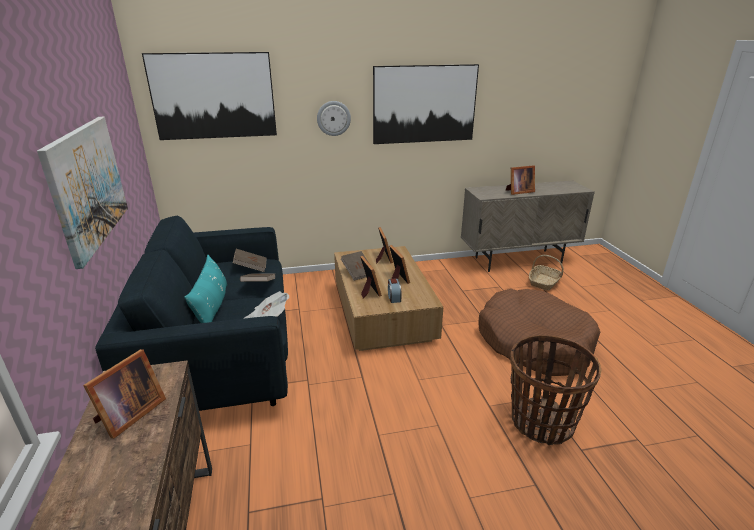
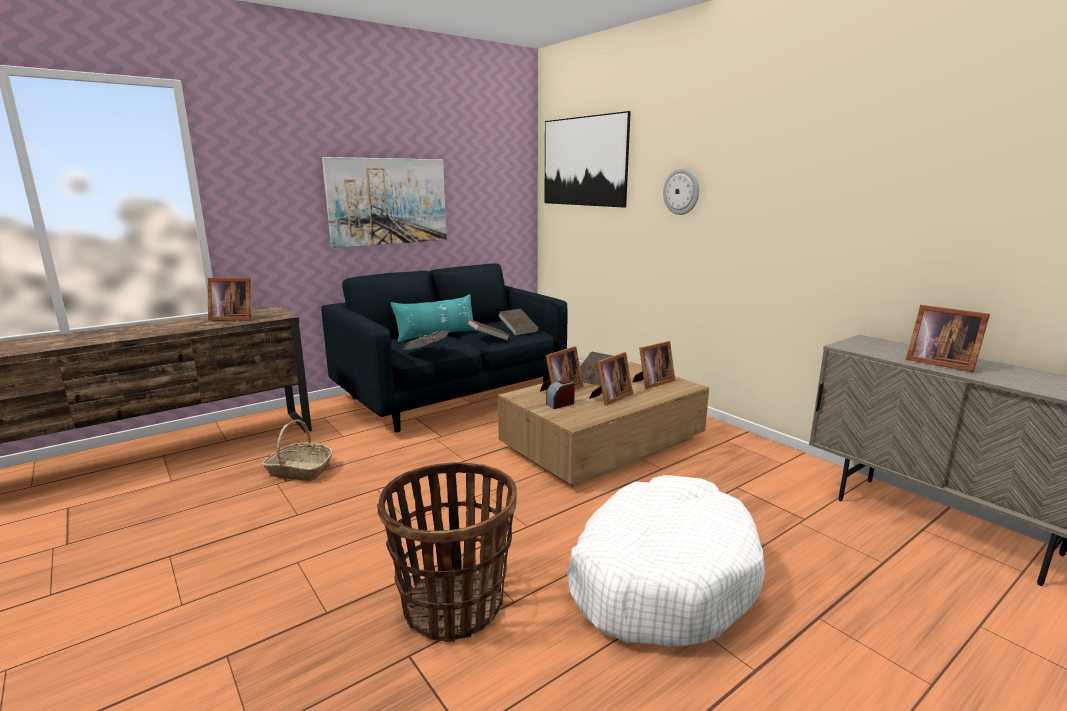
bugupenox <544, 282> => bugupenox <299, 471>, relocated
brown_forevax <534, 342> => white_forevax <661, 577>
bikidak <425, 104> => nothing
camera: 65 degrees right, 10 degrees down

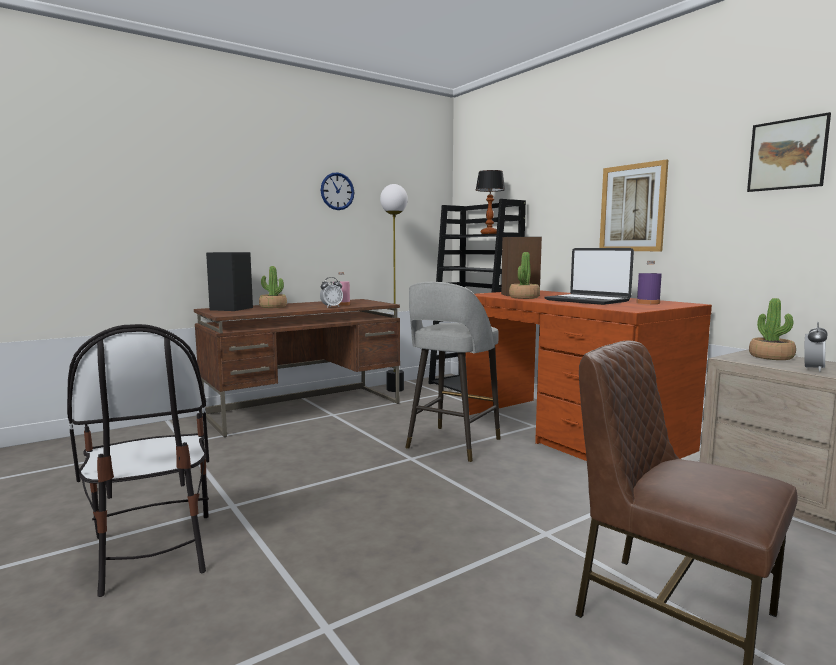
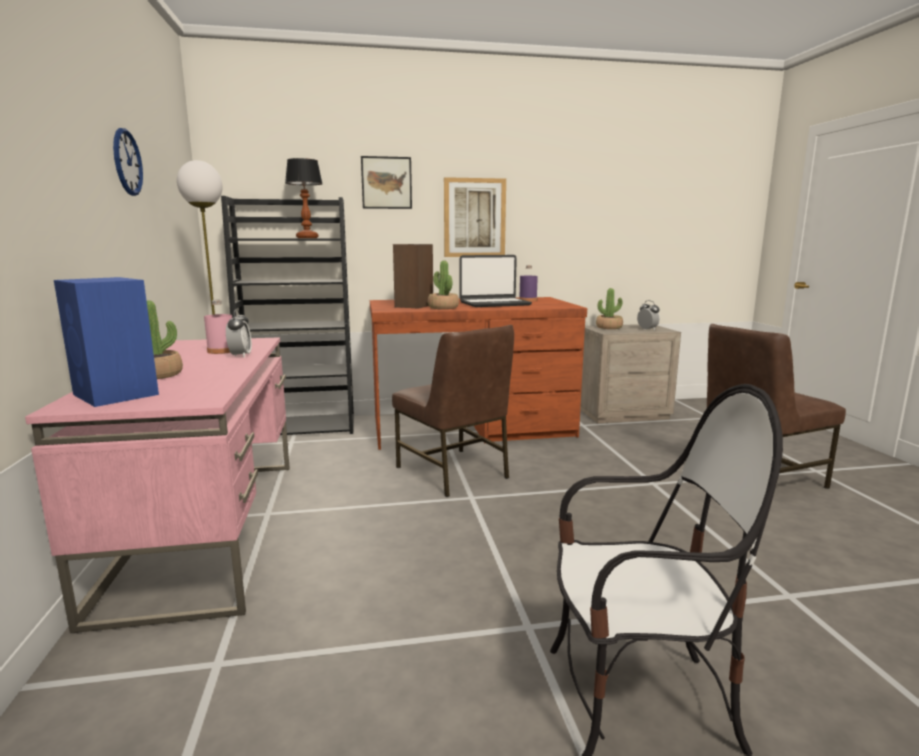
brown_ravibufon <305, 409> => pink_ravibufon <209, 529>
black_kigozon <231, 309> => blue_kigozon <116, 395>
bikidak <787, 154> => bikidak <386, 183>, relocated
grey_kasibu <452, 444> => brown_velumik <453, 472>
camera: 65 degrees left, 5 degrees up

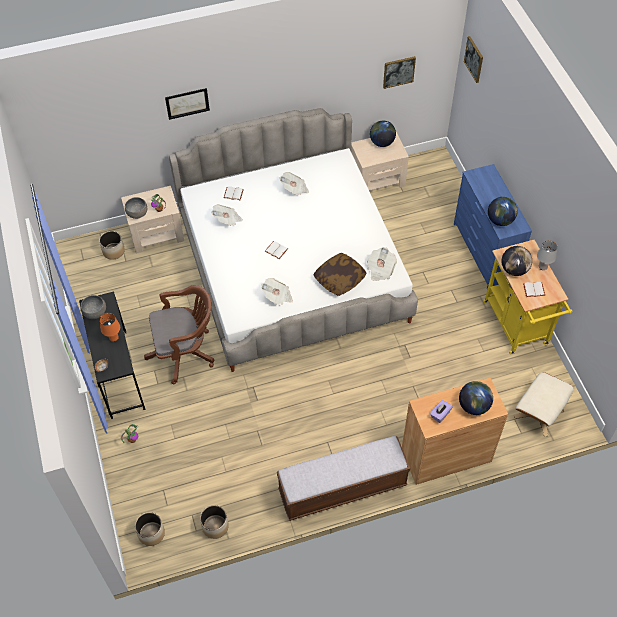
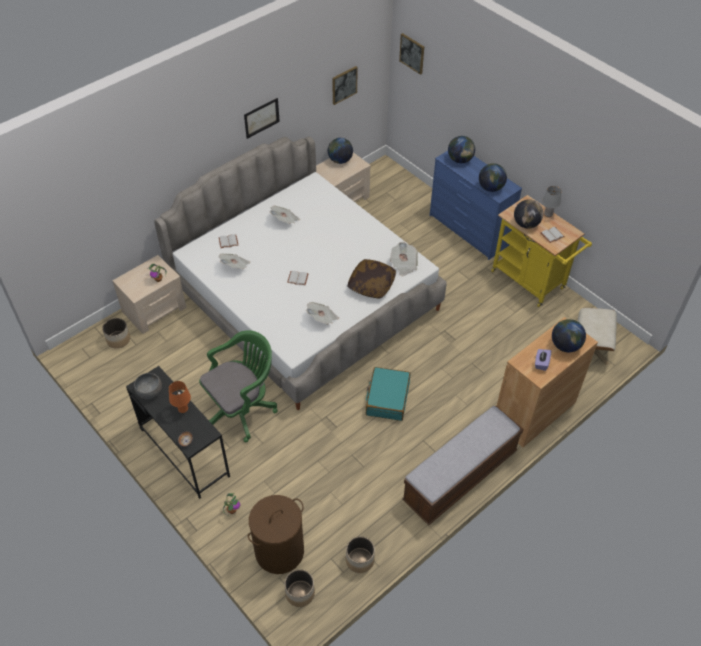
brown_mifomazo <185, 352> => green_mifomazo <242, 408>
bikidak <187, 103> => bikidak <261, 118>, relocated
nothing => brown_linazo <279, 551>
nothing => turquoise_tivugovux <387, 398>
nothing => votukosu <460, 160>
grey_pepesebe <137, 213> => nothing
camera: 25 degrees left, 5 degrees down

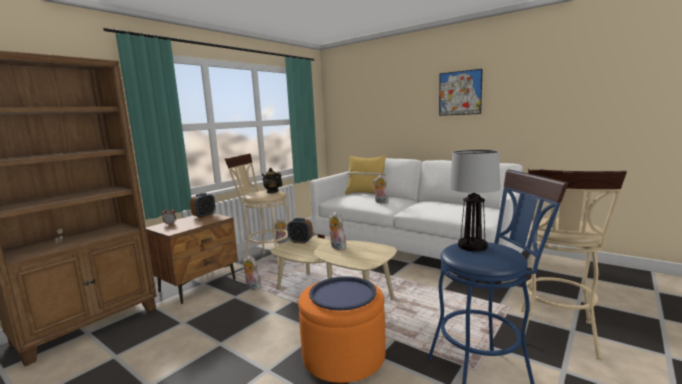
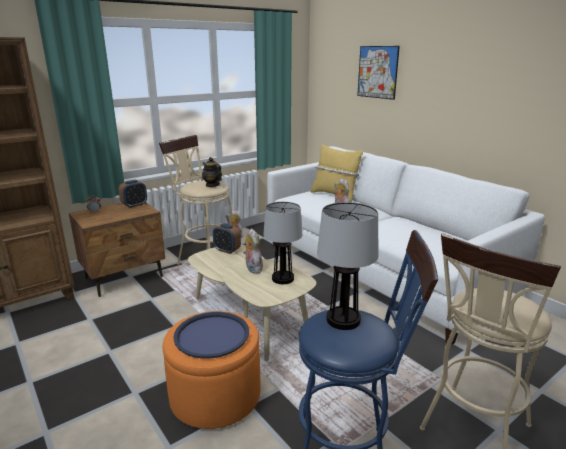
nothing => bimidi <282, 278>
bikidak <460, 93> => bikidak <377, 72>, relocated
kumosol <252, 287> => nothing
camera: 15 degrees right, 10 degrees up

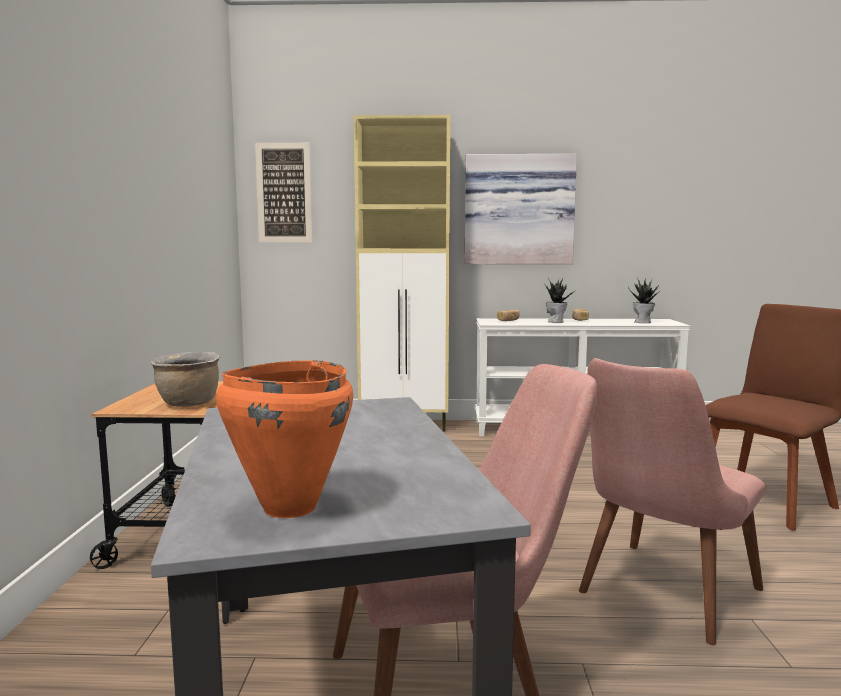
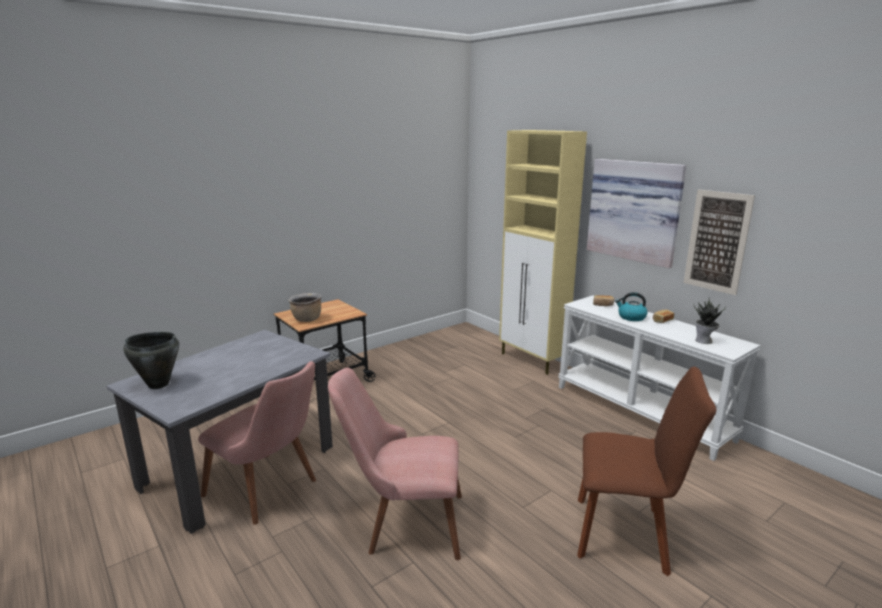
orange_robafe <288, 507> => black_robafe <158, 384>
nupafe <556, 321> => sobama <631, 317>
bikidak <284, 193> => bikidak <717, 241>, relocated
camera: 50 degrees right, 10 degrees up

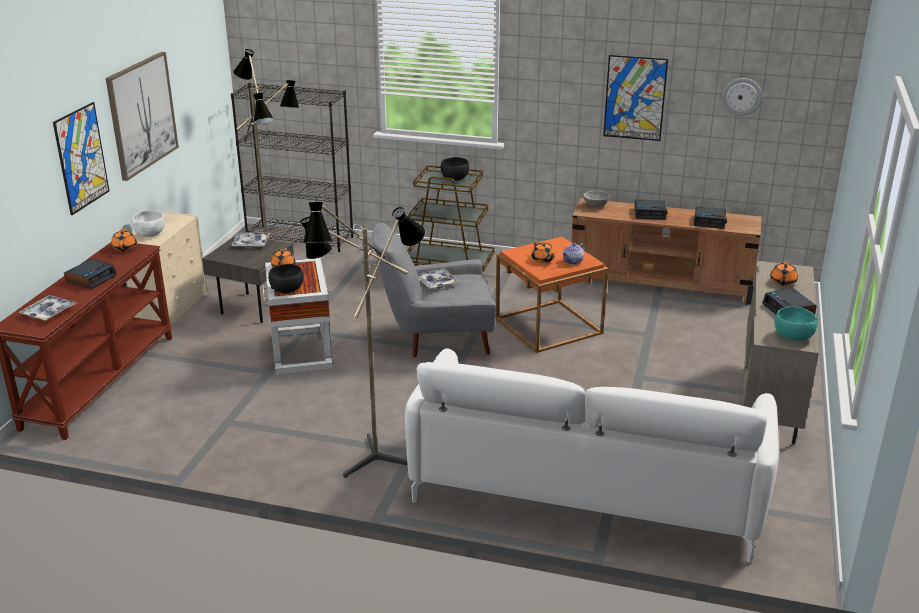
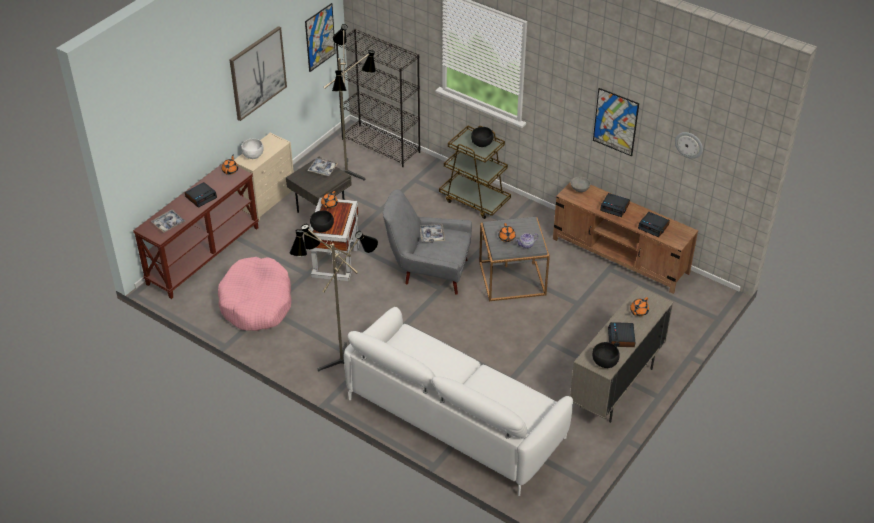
nothing => pink_forevax <256, 303>
bikidak <81, 158> => bikidak <320, 37>, relocated
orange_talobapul <548, 326> => grey_talobapul <512, 278>
turquoise_pepesebe <793, 336> => black_pepesebe <605, 362>
camera: 20 degrees right, 15 degrees up

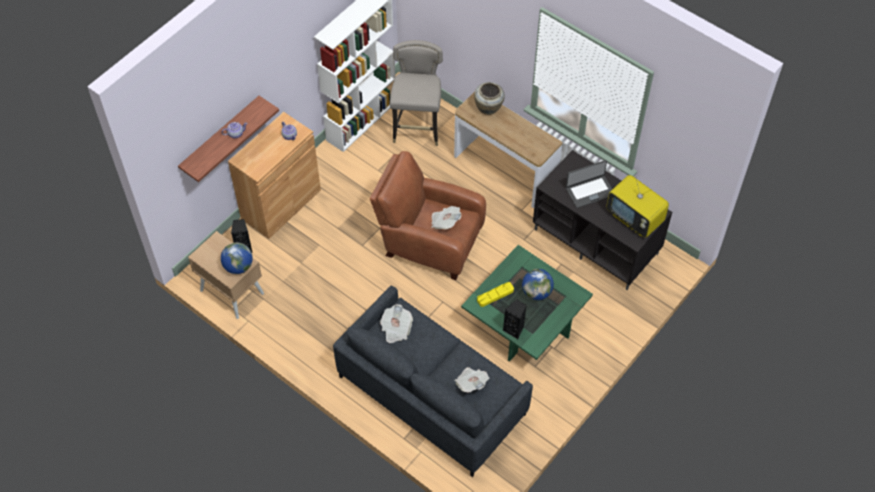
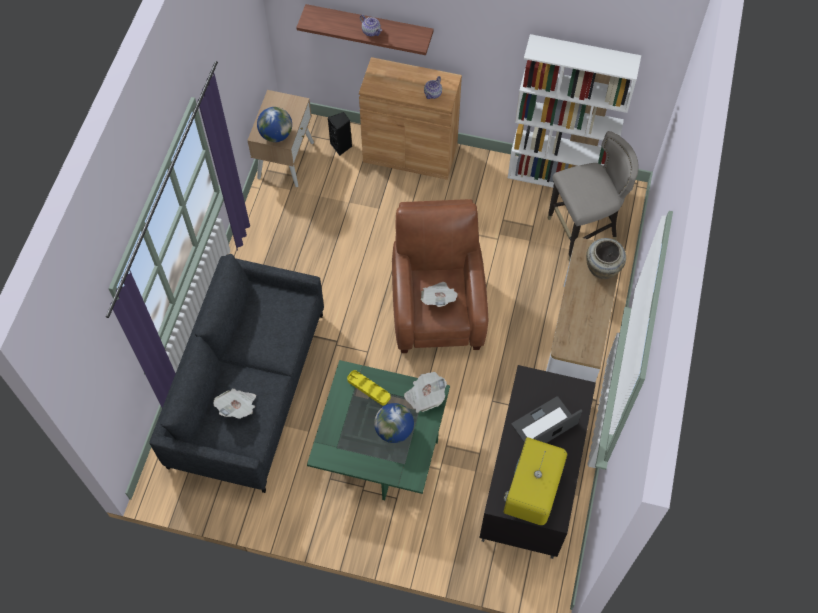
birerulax <396, 329> => birerulax <425, 396>, relocated
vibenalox <589, 191> => vibenalox <545, 425>, 105 degrees clockwise
black_kigozon <514, 329> => nothing
camera: 65 degrees right, 5 degrees up

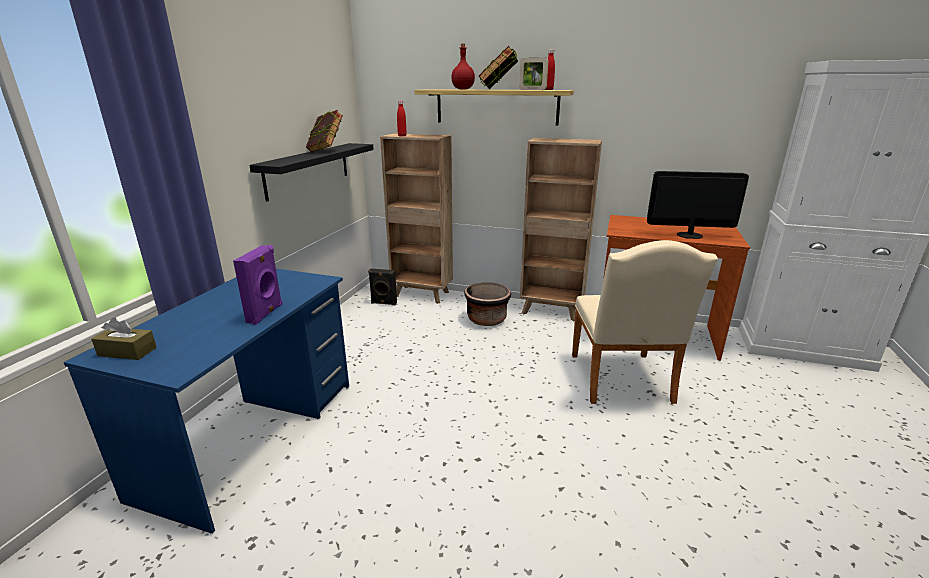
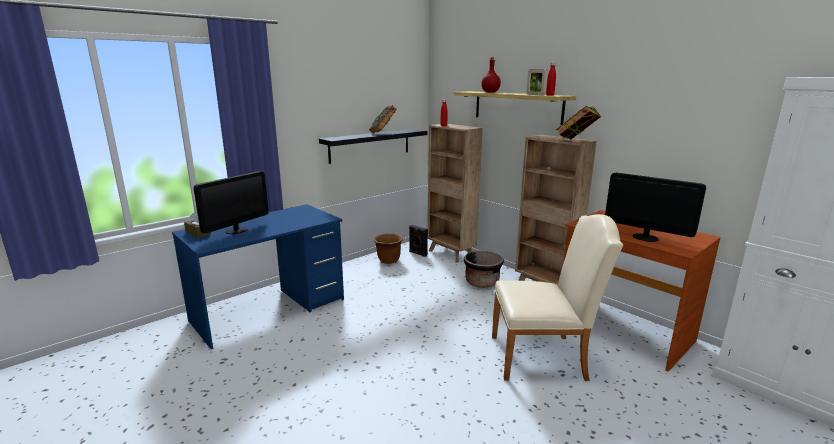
nothing => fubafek <236, 230>
nothing => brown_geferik <388, 260>
beige_velumik <622, 382> => beige_velumik <544, 357>, 120 degrees counterclockwise
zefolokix <498, 89> => zefolokix <576, 141>, relocated
purple_kigozon <266, 313> => nothing
camera: 30 degrees right, 5 degrees down

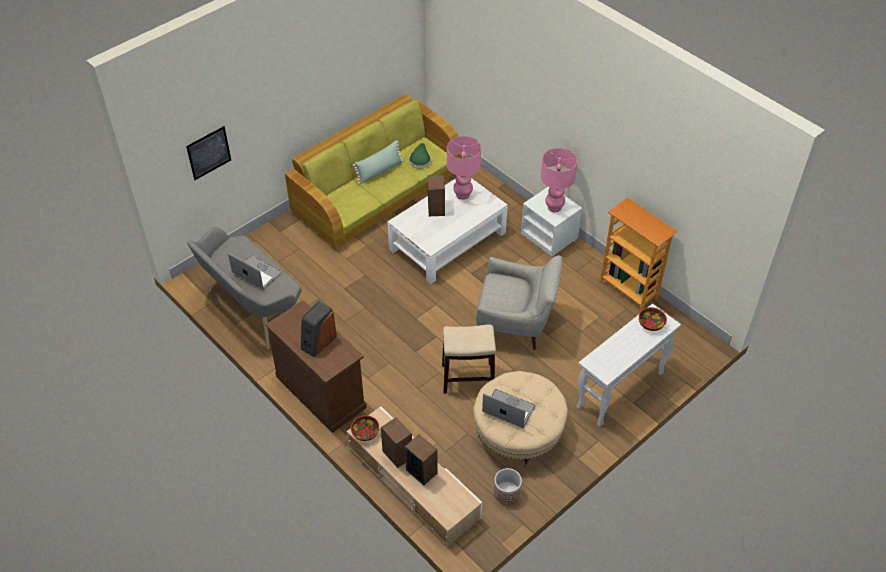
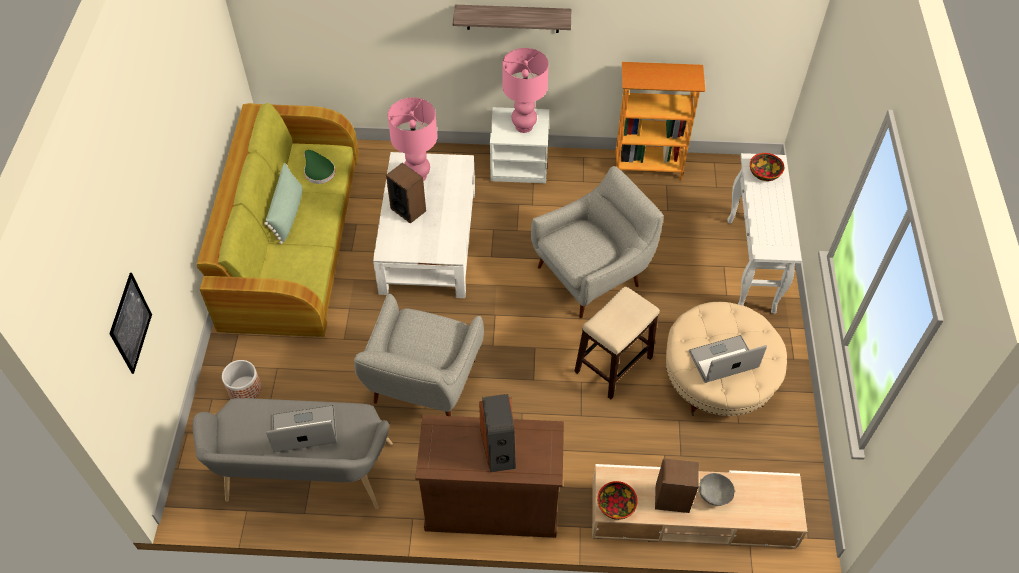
geferik <507, 492> => geferik <245, 389>, relocated
nothing => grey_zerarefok <422, 386>
nothing => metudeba <513, 18>
kigozon <421, 471> => grey_pepesebe <714, 494>
camera: 45 degrees left, 5 degrees up

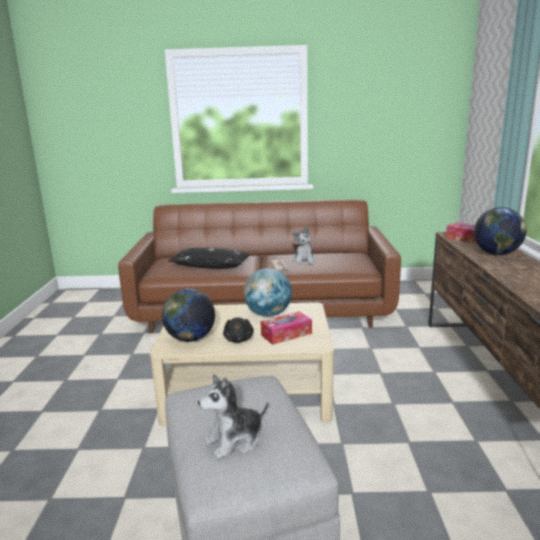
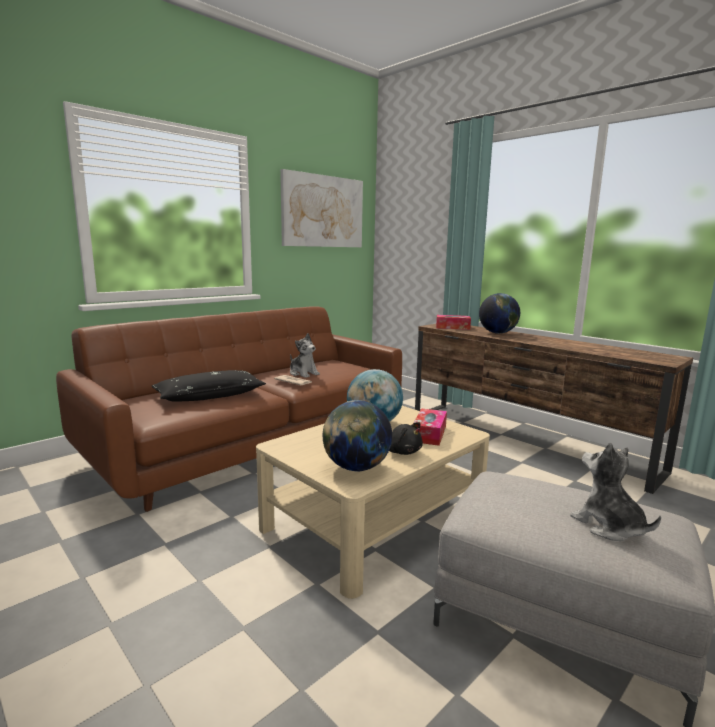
nothing => bikidak <323, 211>
kumosol <234, 440> => kumosol <608, 526>, 135 degrees clockwise
camera: 45 degrees left, 5 degrees down

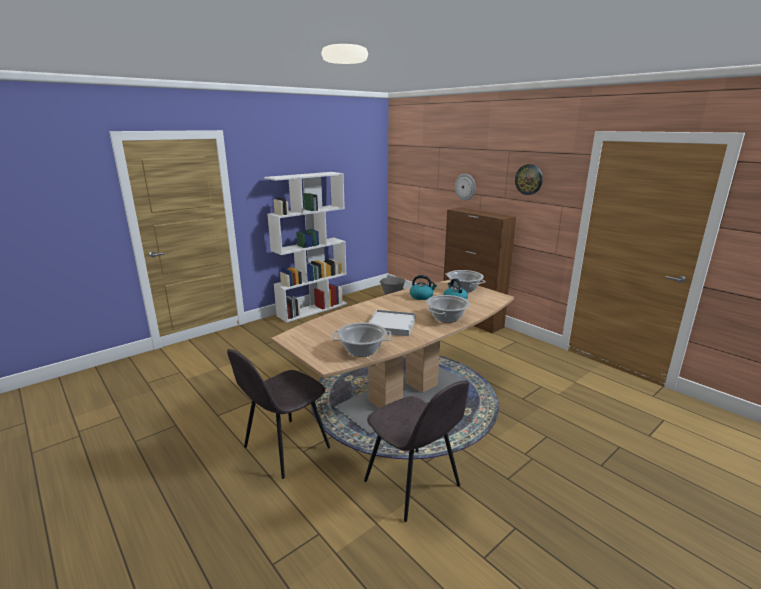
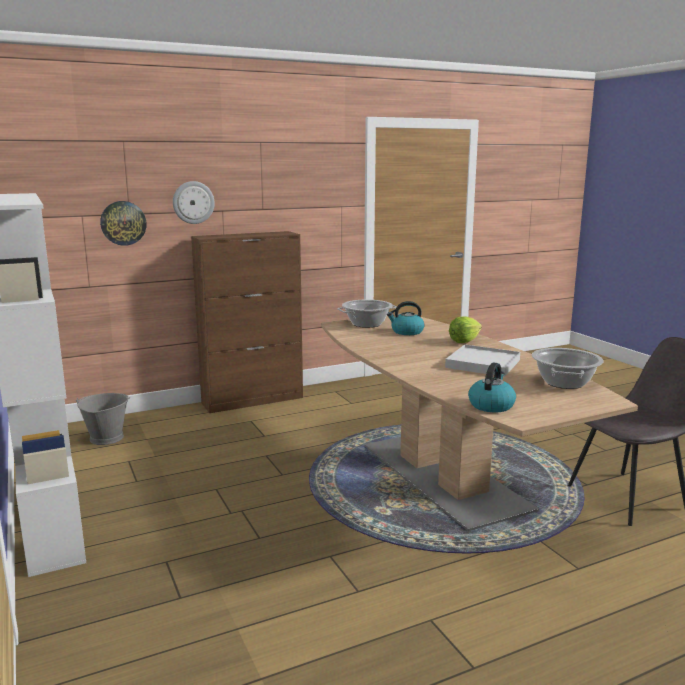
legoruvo <529, 179> => legoruvo <123, 223>, relocated
robafe <446, 318> => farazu <464, 341>
sobama <421, 296> => sobama <491, 405>, relocated
grey_velumik <284, 448> => nothing
camera: 75 degrees left, 5 degrees down

